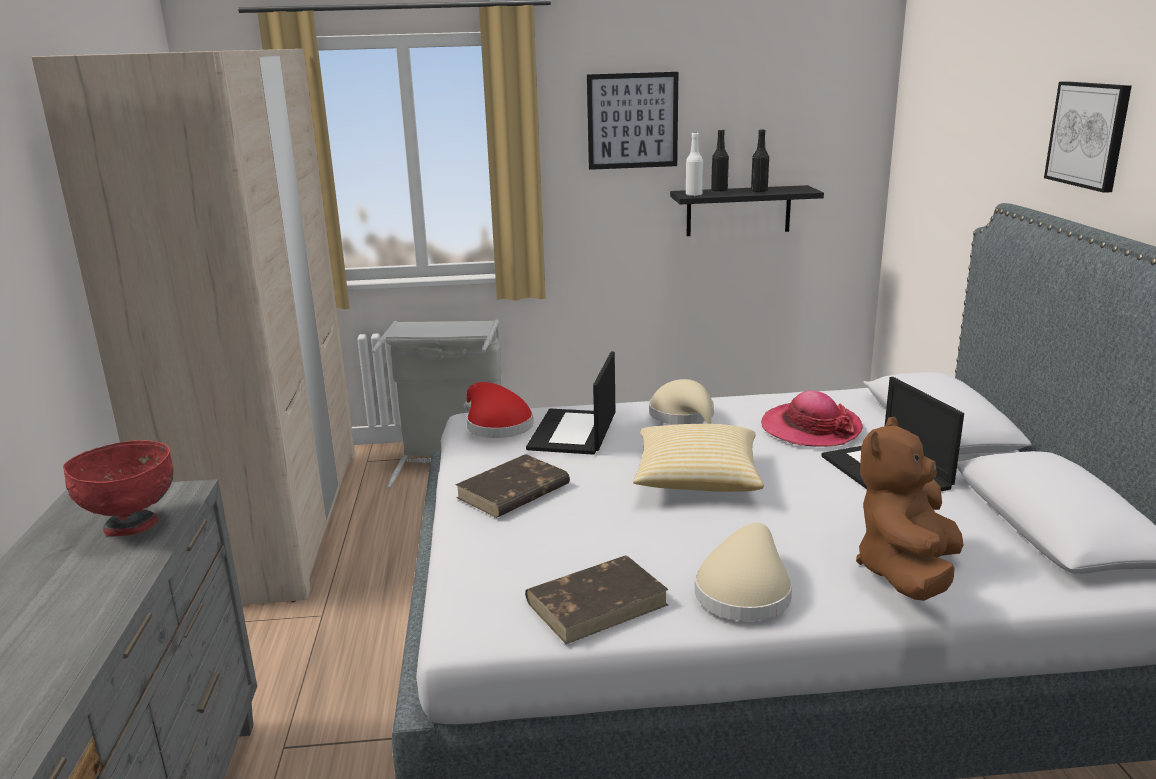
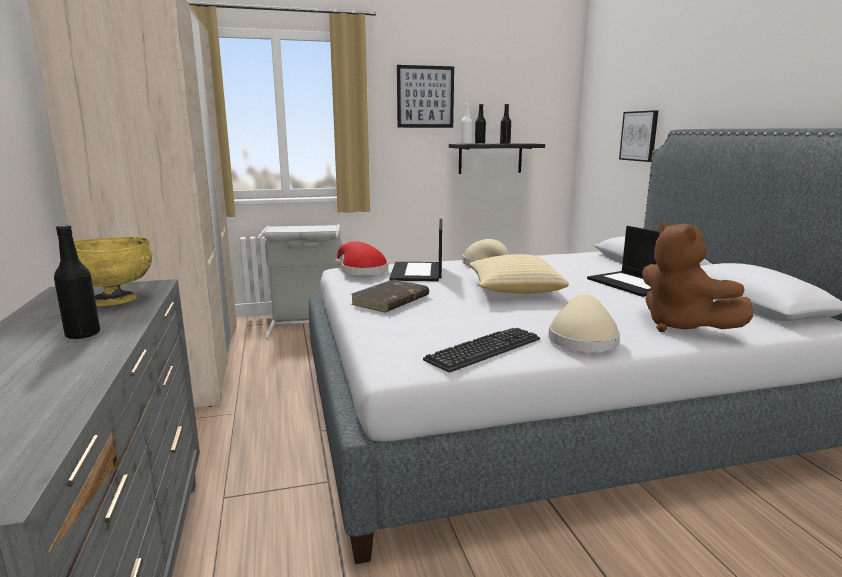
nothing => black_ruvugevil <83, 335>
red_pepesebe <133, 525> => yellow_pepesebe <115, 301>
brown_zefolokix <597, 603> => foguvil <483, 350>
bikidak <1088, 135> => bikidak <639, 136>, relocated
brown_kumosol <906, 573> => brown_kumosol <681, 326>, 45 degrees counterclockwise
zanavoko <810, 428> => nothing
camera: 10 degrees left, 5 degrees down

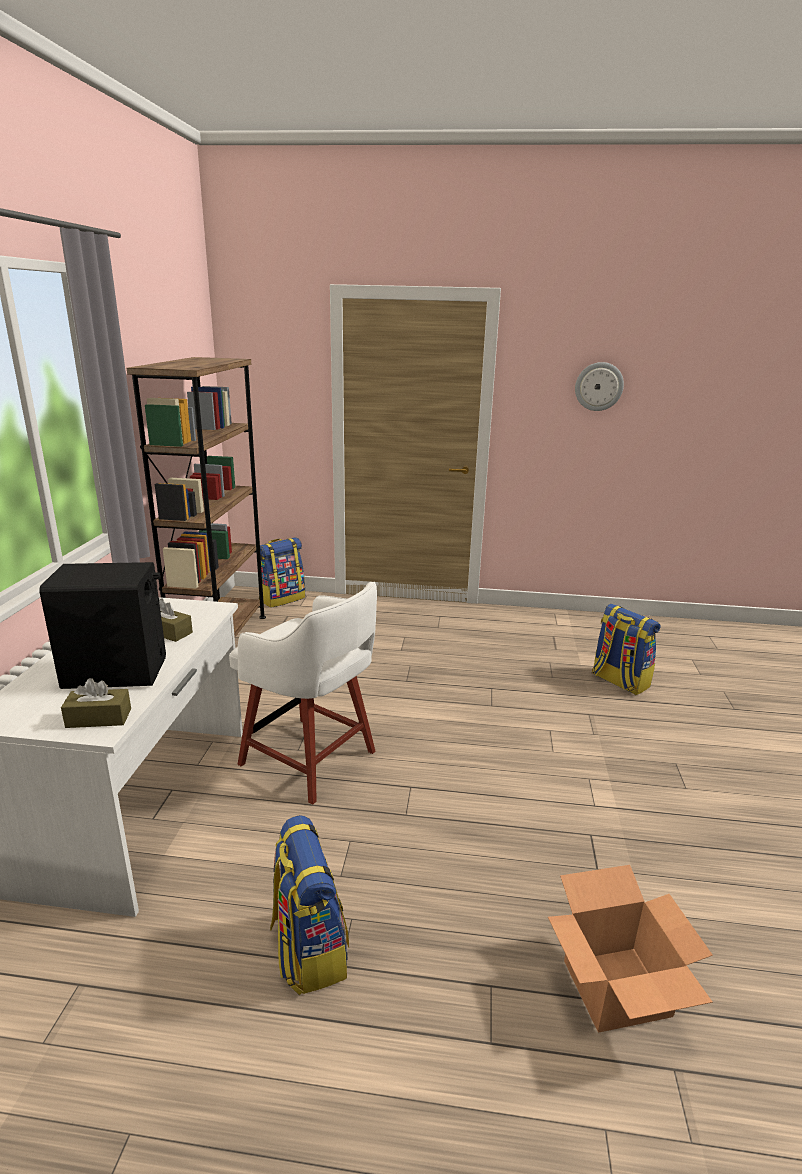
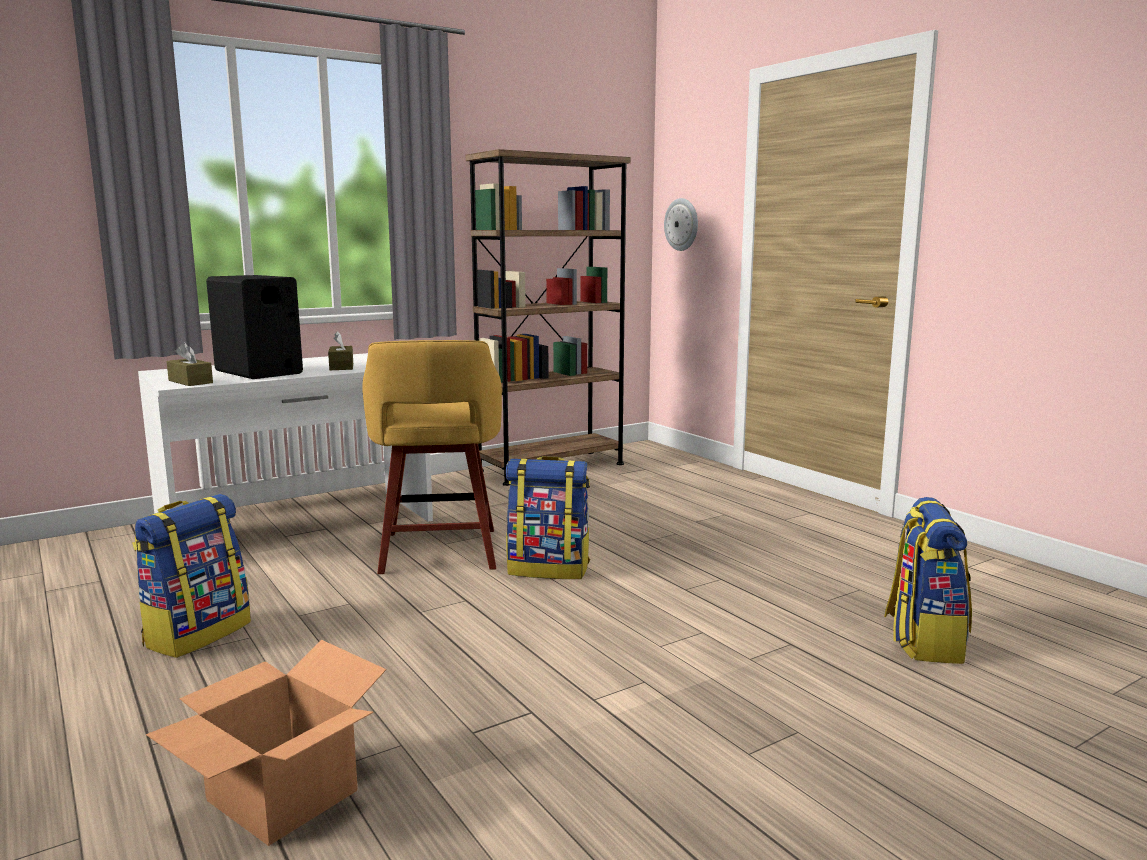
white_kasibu <311, 760> => yellow_kasibu <438, 552>
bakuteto <282, 598> => bakuteto <549, 569>, relocated
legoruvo <598, 386> => legoruvo <682, 224>, relocated
camera: 50 degrees right, 10 degrees down

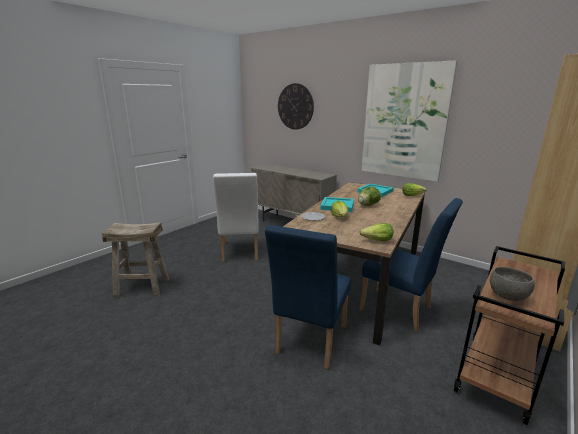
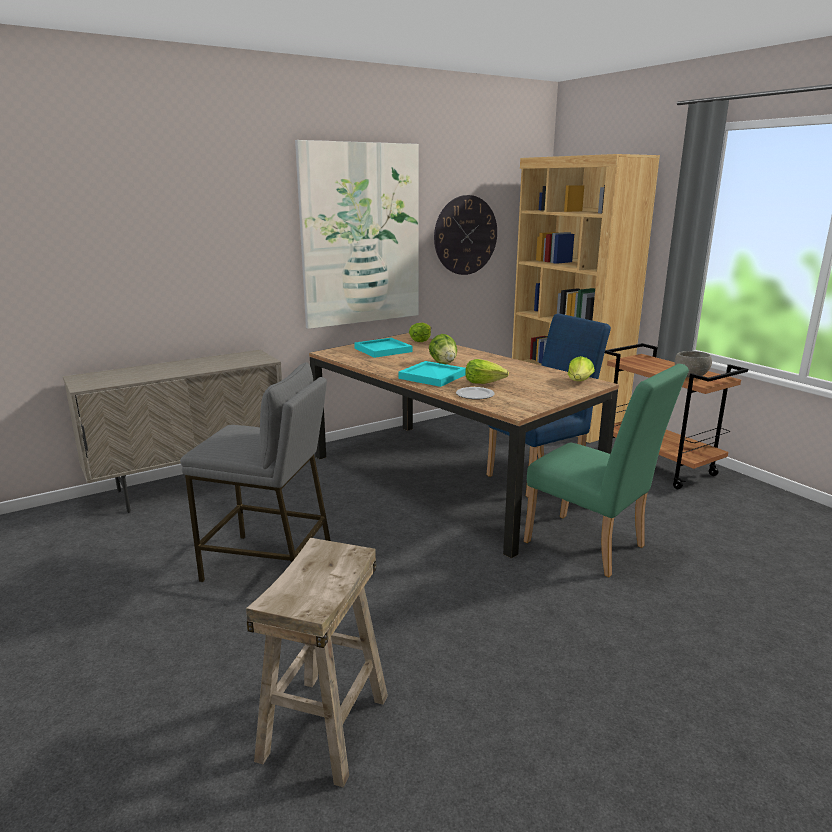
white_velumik <239, 253> => grey_kasibu <269, 565>
legoruvo <295, 106> => legoruvo <465, 235>, relocated
blue_velumik <309, 343> => green_velumik <592, 547>
camera: 70 degrees left, 0 degrees up

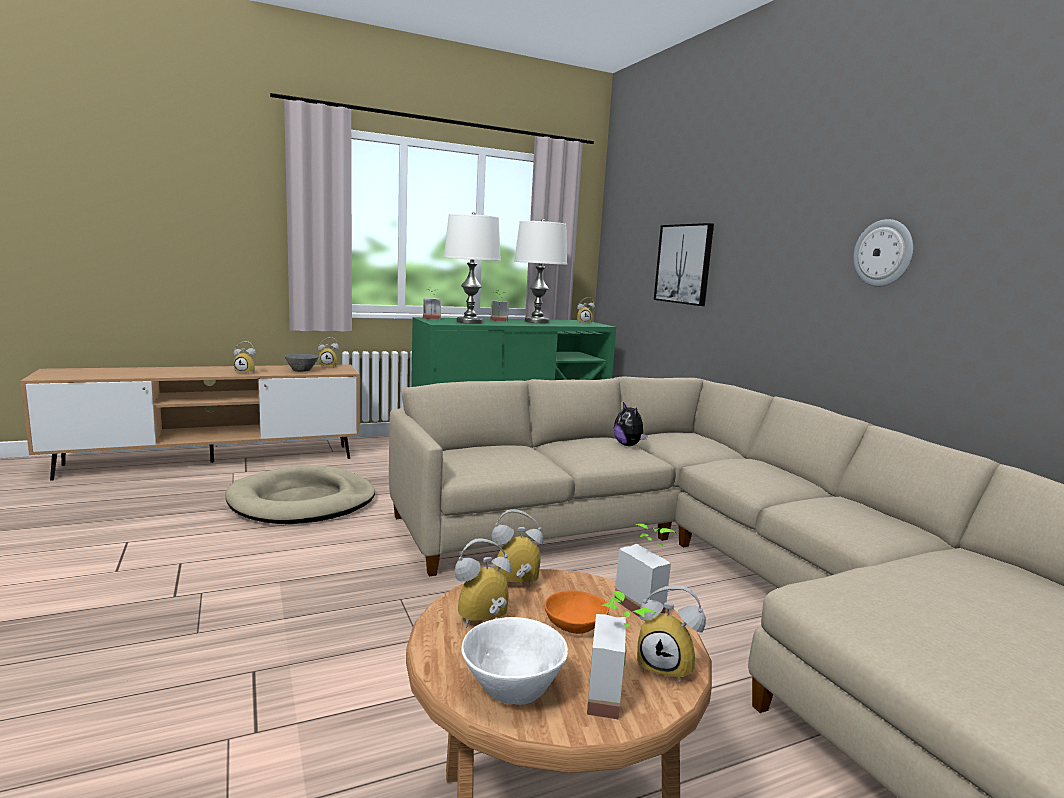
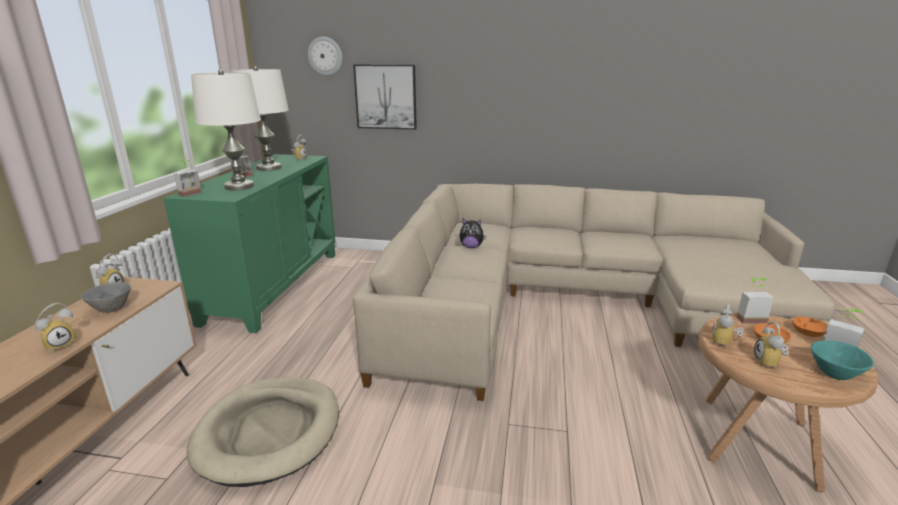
legoruvo <883, 253> => legoruvo <325, 56>, relocated
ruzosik <667, 666> => orange_pepesebe <808, 332>
white_pepesebe <513, 687> => turquoise_pepesebe <833, 373>
camera: 55 degrees left, 10 degrees up

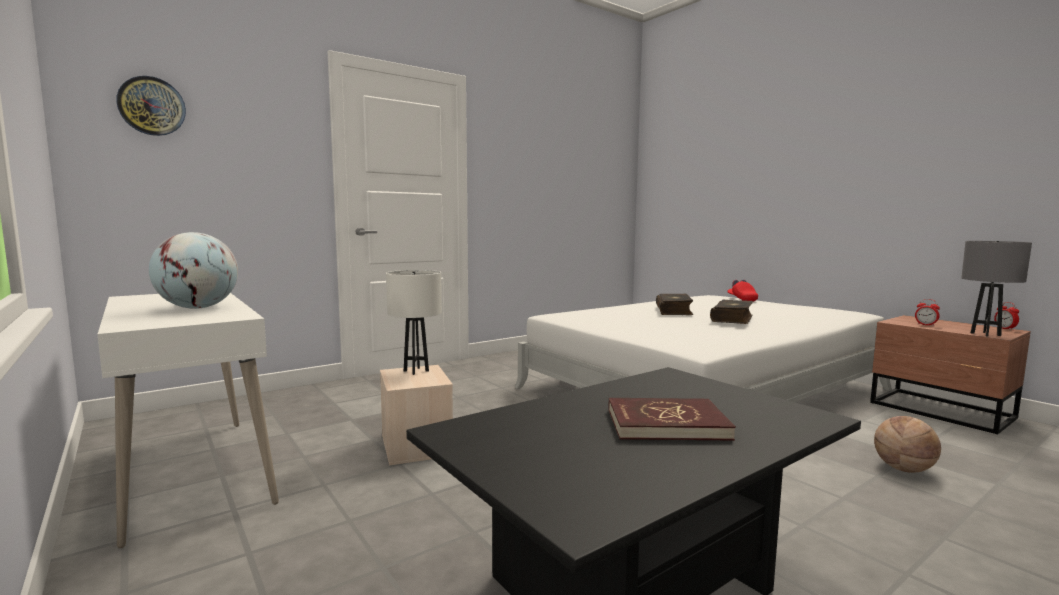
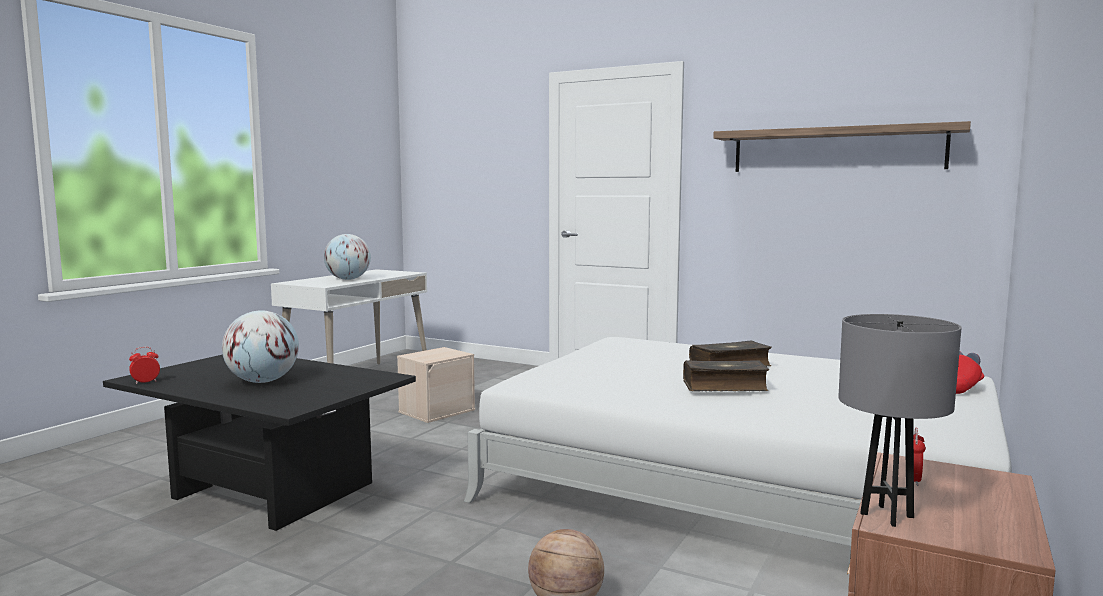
ruzosik <1005, 329> => ruzosik <145, 382>, relocated
red_zefolokix <666, 424> => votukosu <262, 381>
nothing => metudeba <836, 150>
legoruvo <152, 106> => nothing
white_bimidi <416, 371> => nothing
camera: 65 degrees right, 0 degrees up

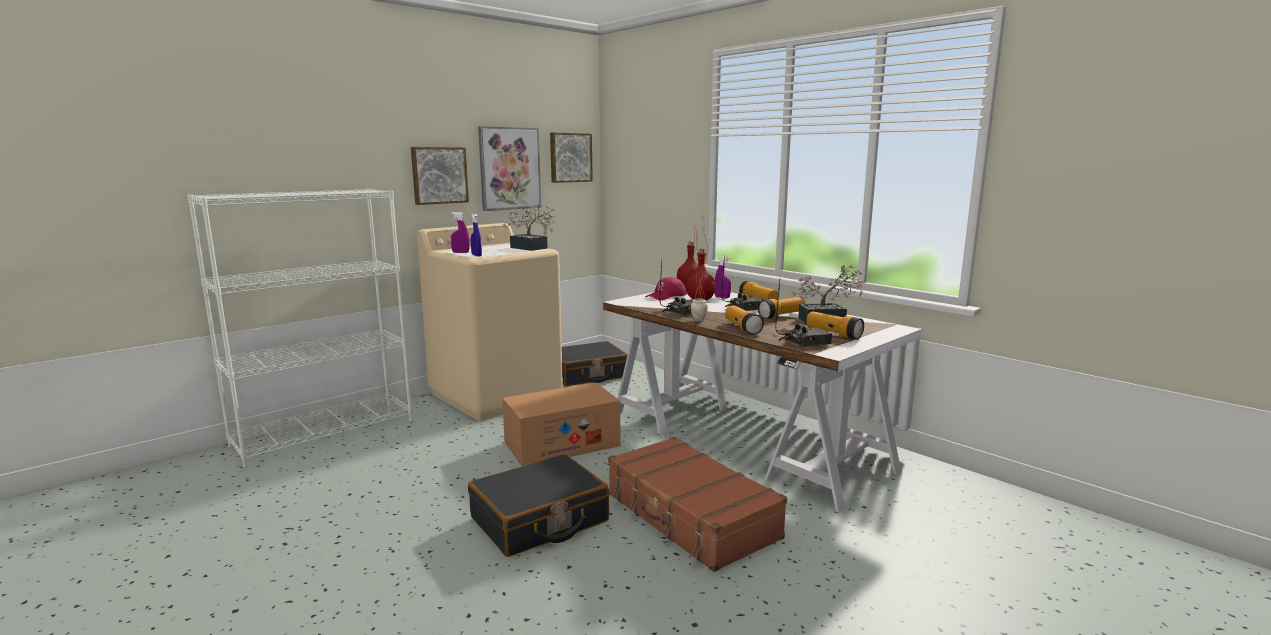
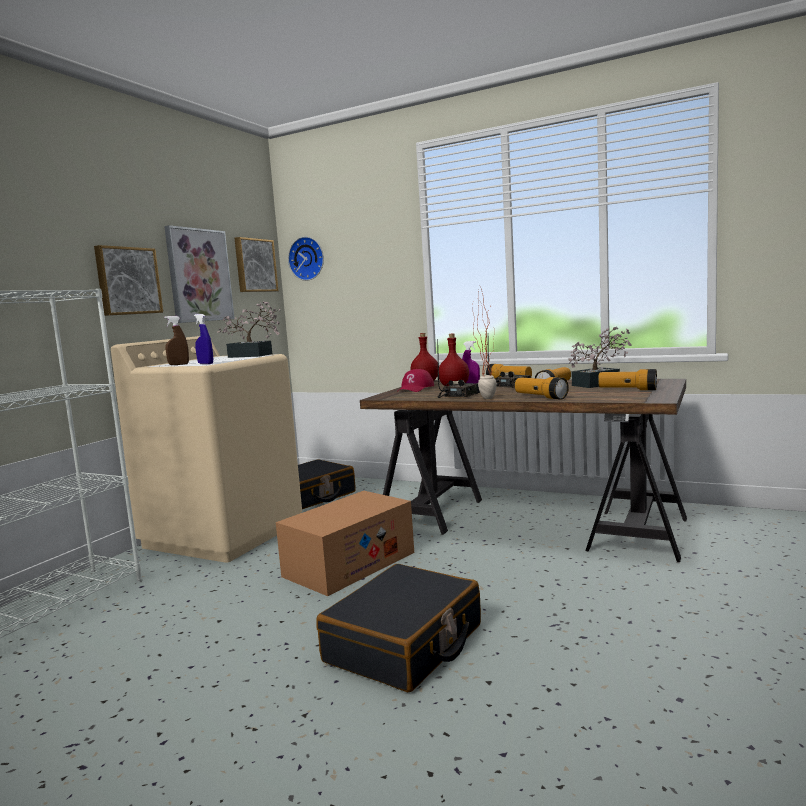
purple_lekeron <460, 252> => brown_lekeron <178, 364>
nothing => legoruvo <307, 258>
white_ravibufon <744, 439> => brown_ravibufon <527, 521>
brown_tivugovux <690, 516> => nothing
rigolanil <804, 342> => nothing
camera: 20 degrees left, 5 degrees down

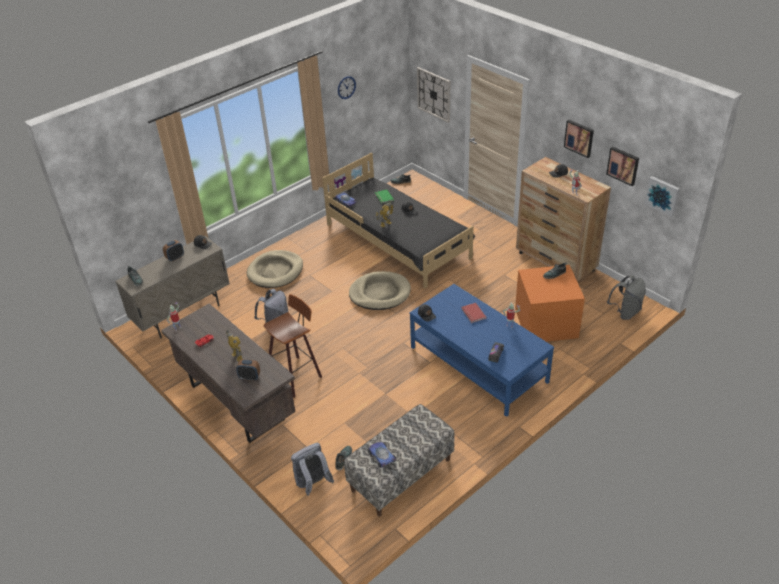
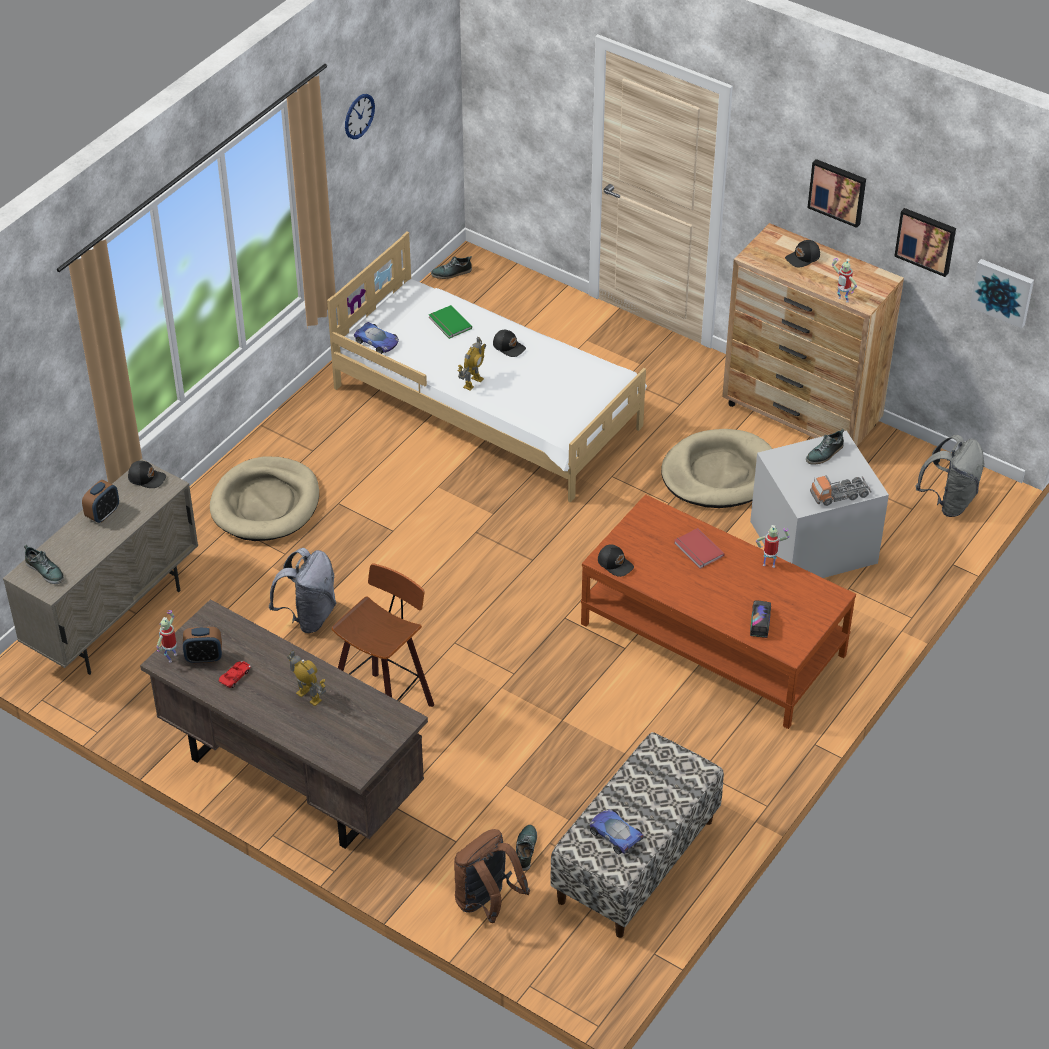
ruzosik <249, 377> => ruzosik <204, 657>, relocated
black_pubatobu <398, 241> => white_pubatobu <489, 407>
grey_bakuteto <313, 484> => brown_bakuteto <487, 902>
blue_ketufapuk <477, 364> => brown_ketufapuk <712, 639>
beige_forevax <380, 293> => beige_forevax <719, 473>, relocated
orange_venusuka <547, 323> => grey_venusuka <815, 542>
nothing => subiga <839, 495>
legoruvo <434, 94> => nothing
camera: 15 degrees left, 5 degrees up

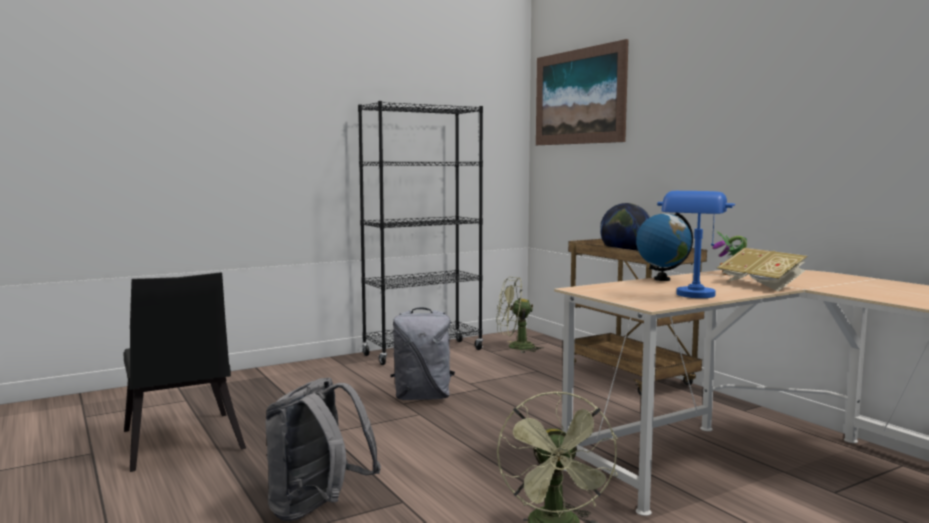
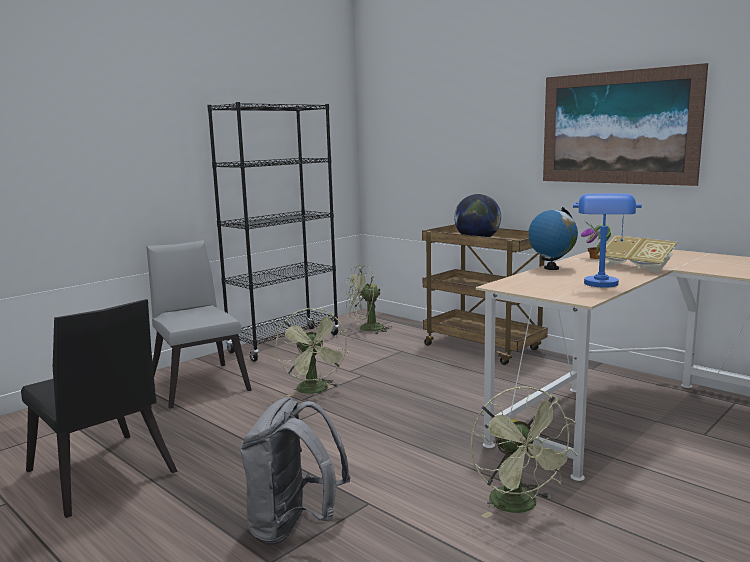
nothing => grey_velumik <198, 382>
grey_bakuteto <423, 397> => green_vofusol <315, 391>
bikidak <579, 97> => bikidak <618, 128>, relocated
camera: 15 degrees left, 5 degrees up

